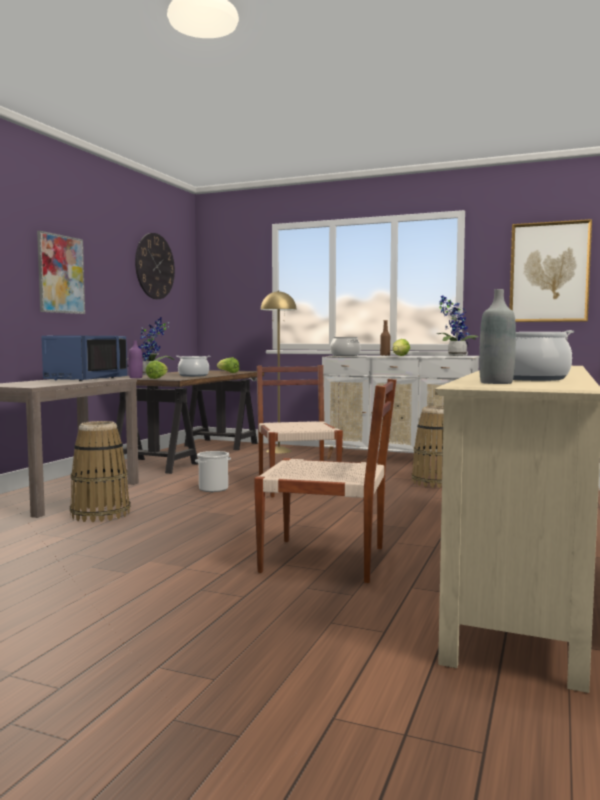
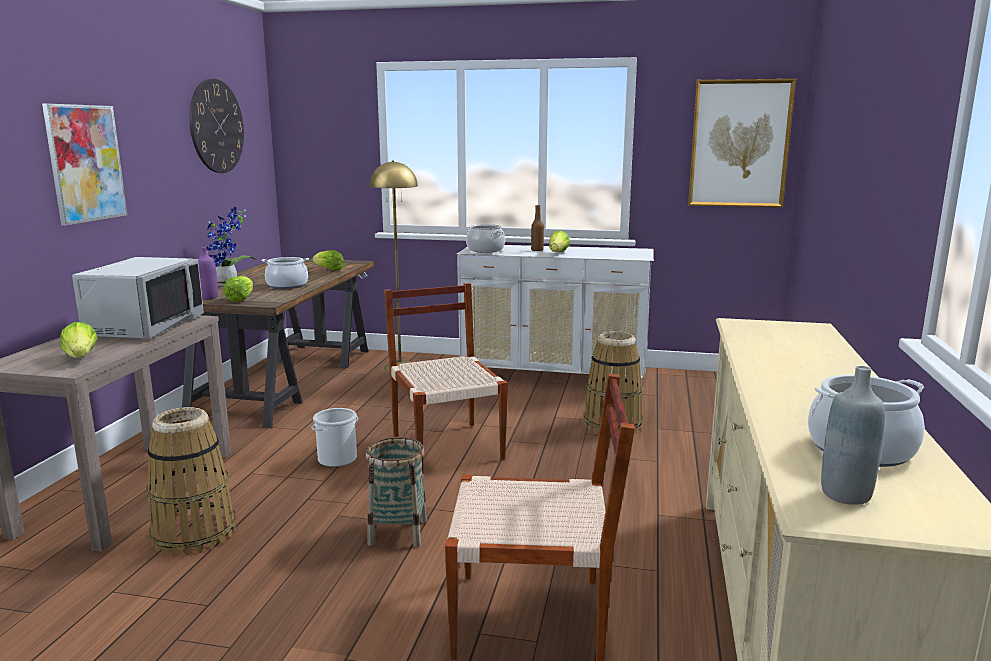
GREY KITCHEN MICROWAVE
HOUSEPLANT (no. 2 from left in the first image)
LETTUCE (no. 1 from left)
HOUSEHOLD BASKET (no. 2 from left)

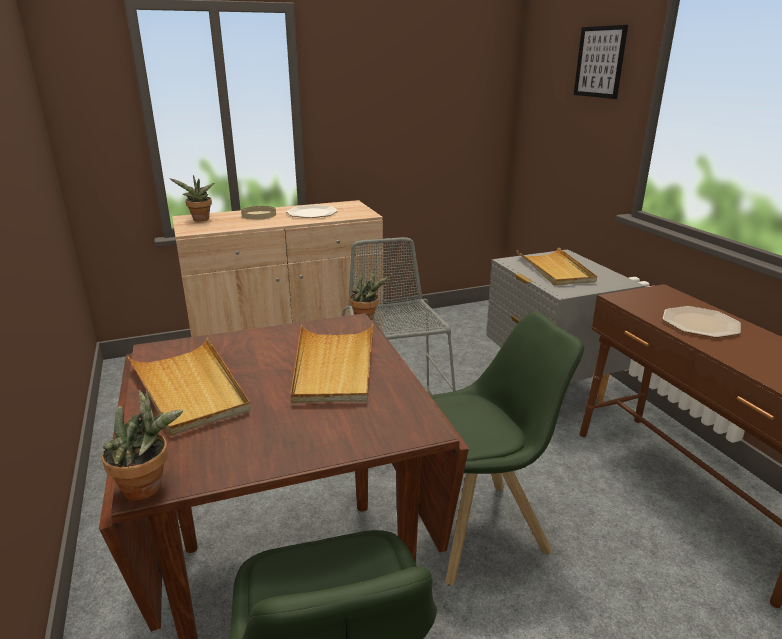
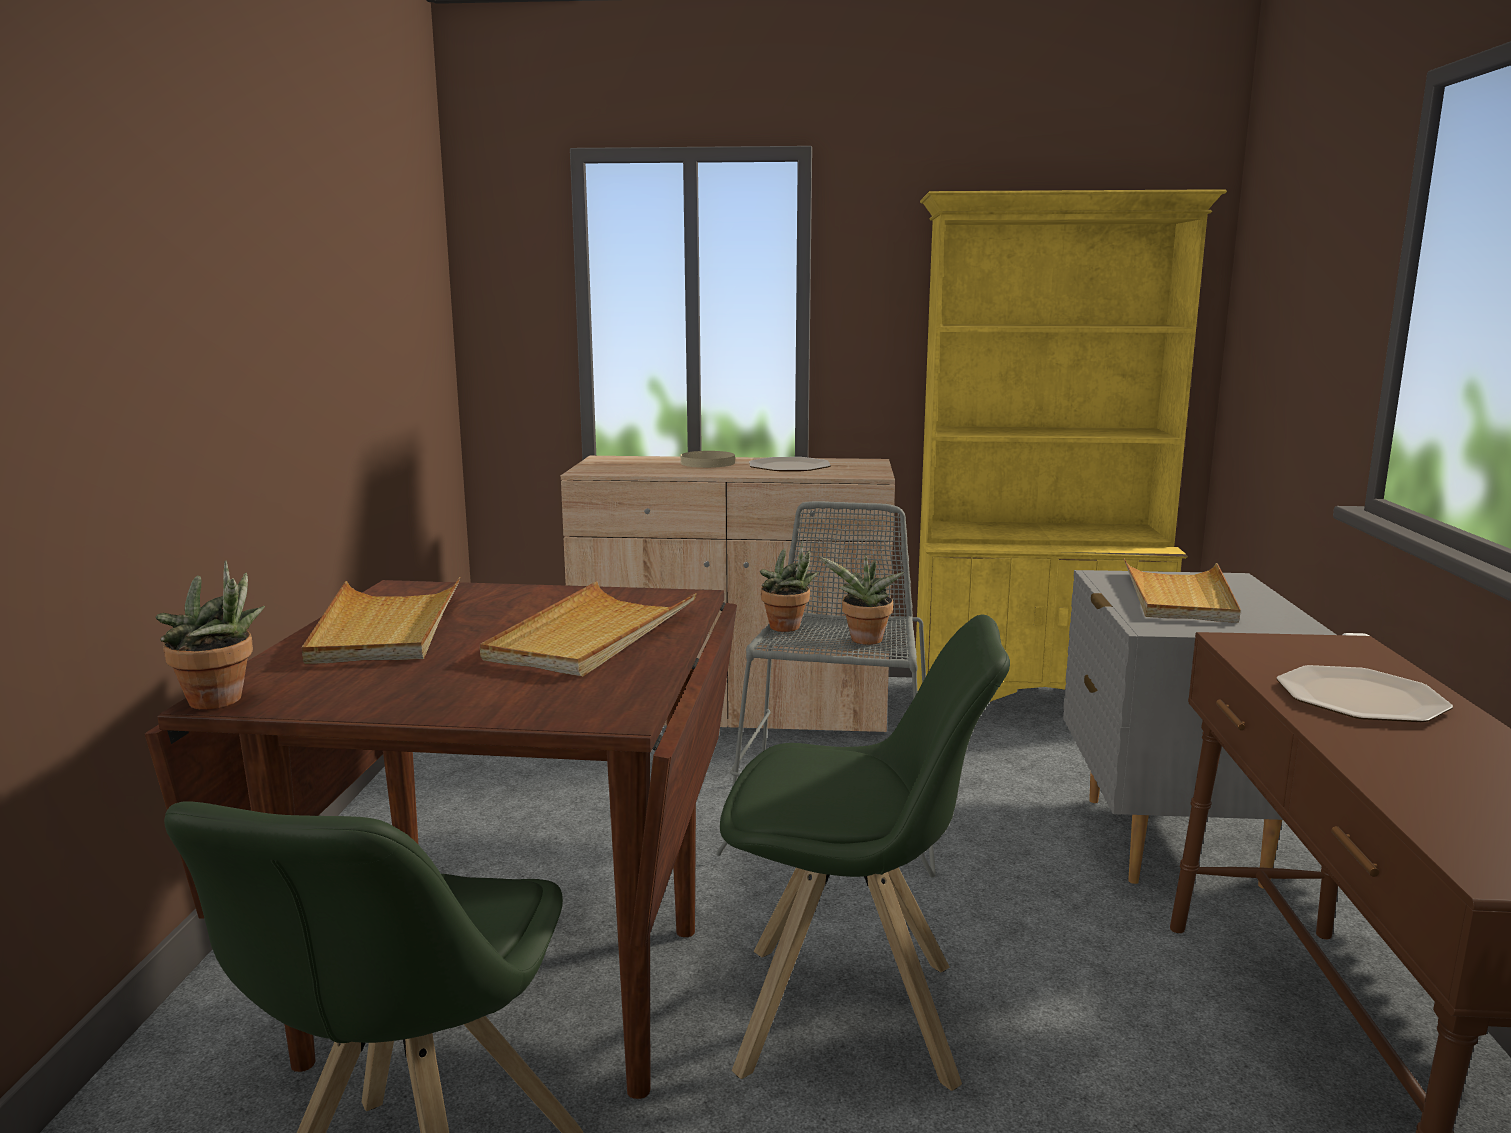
HOUSEPLANT (no. 3 from left)
PICTURE
YELLOW BOOKSHELF

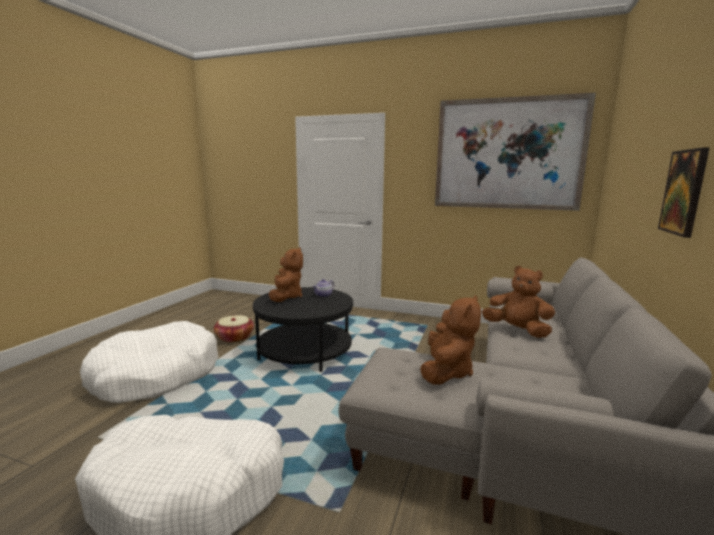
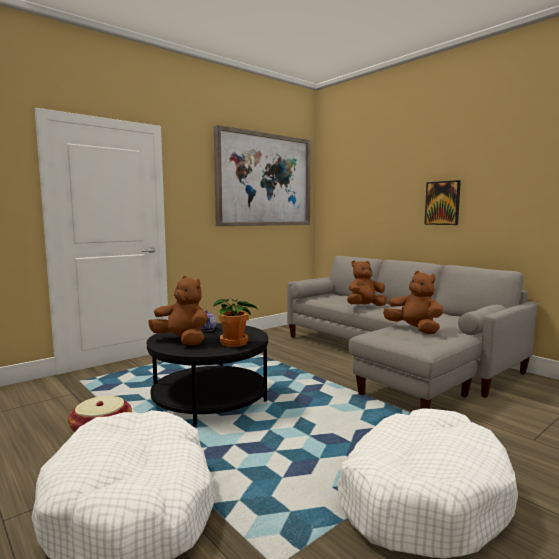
HOUSEPLANT

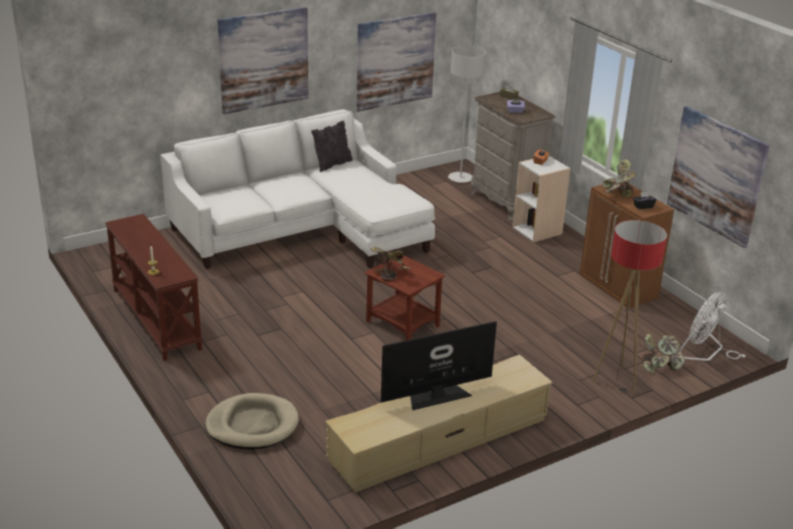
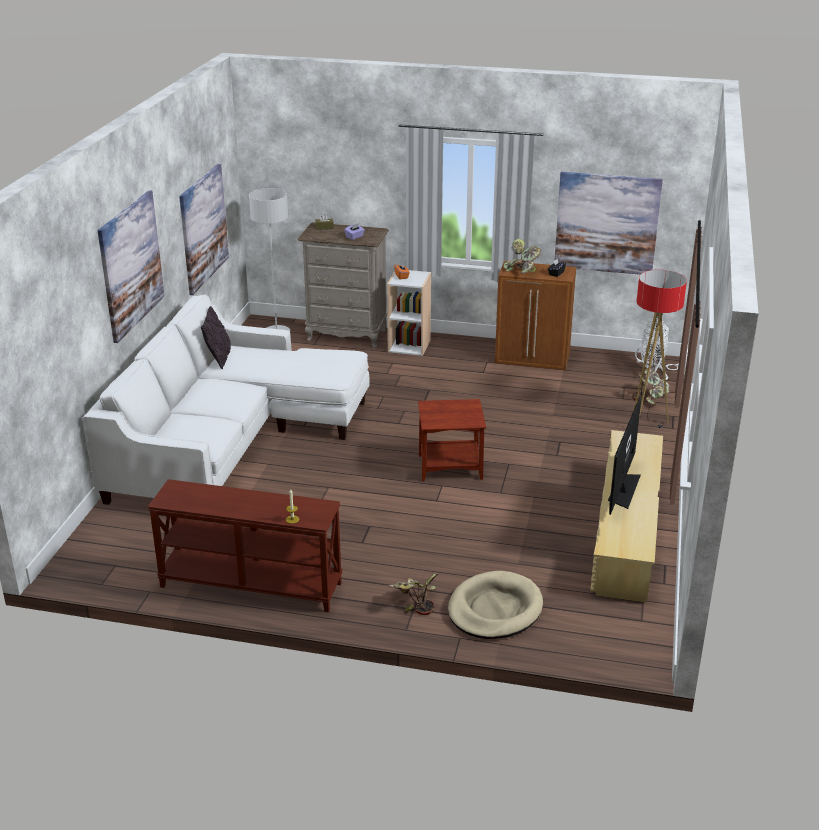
HOUSEPLANT (no. 1 from left)

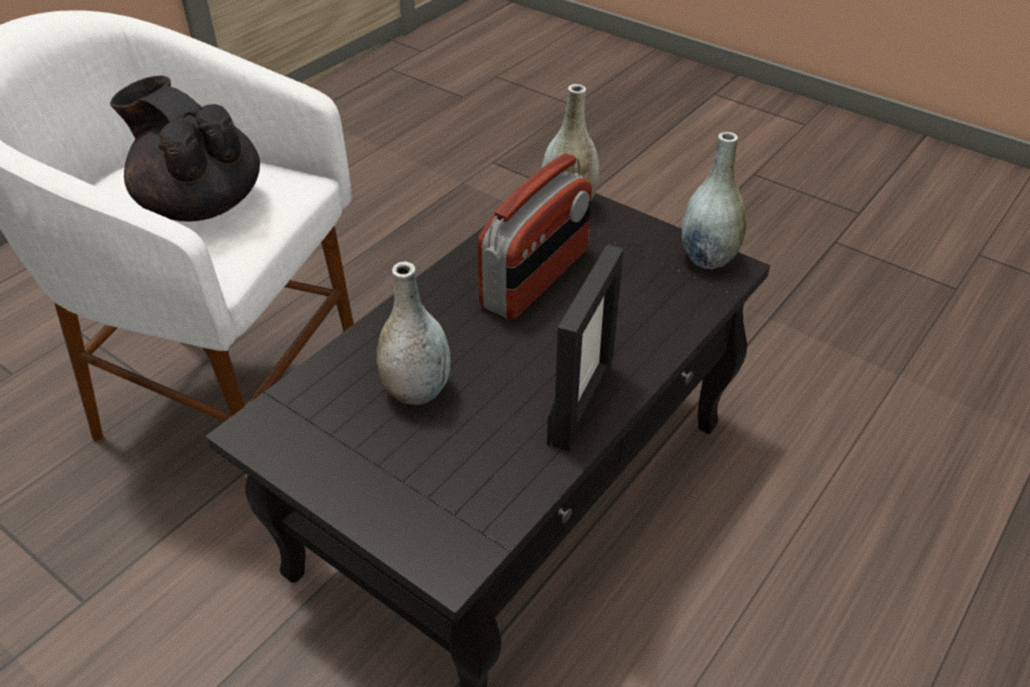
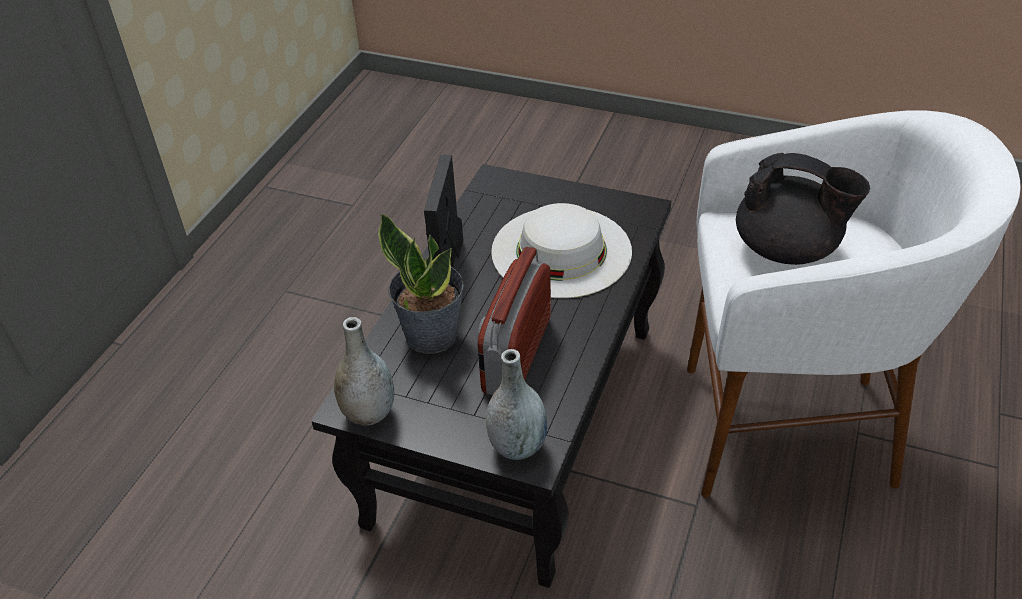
WHITE-COLOURED HAT
HOUSEPLANT

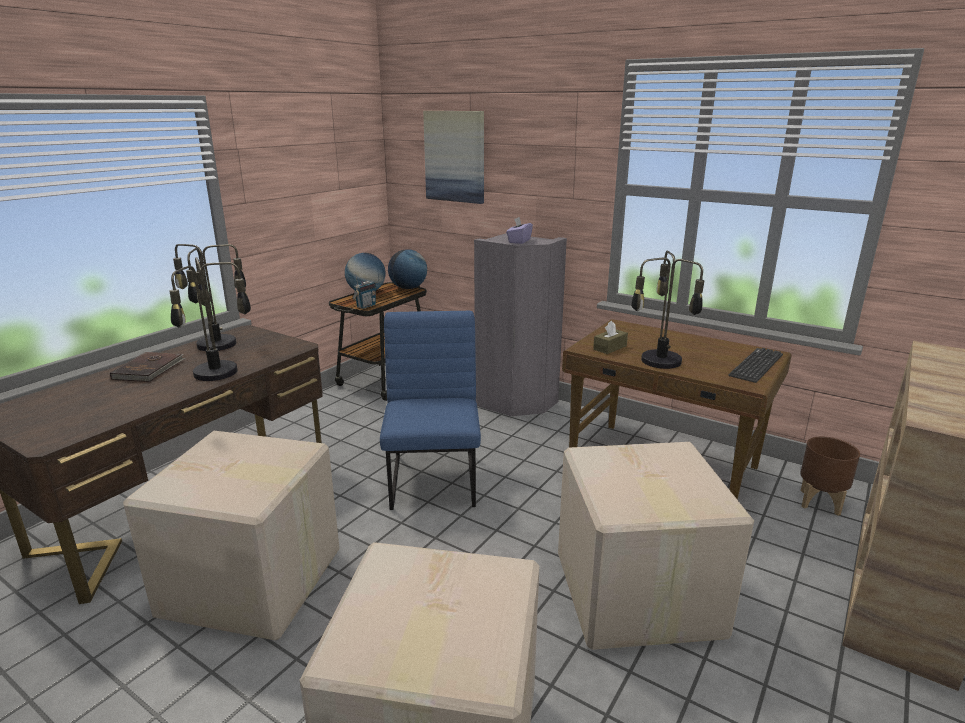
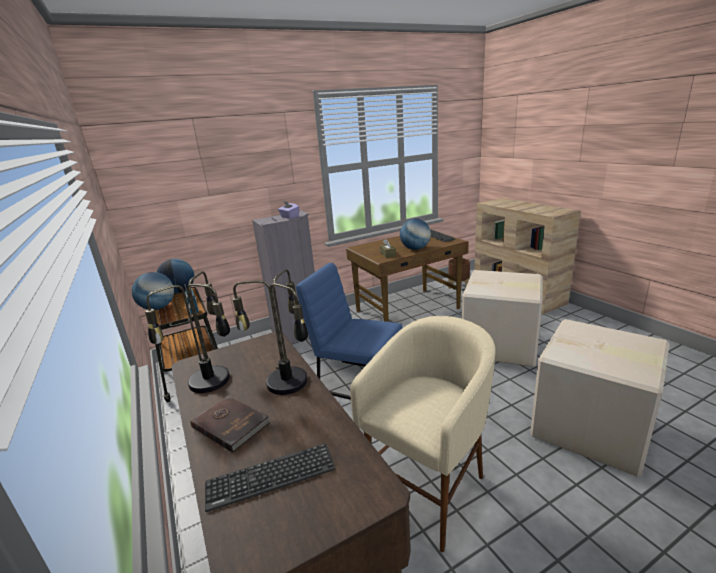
BEIGE-COLOURED STOOL SEAT
PICTURE
GLOBE (no. 3 from left)
KEYBOARD (no. 1 from left)

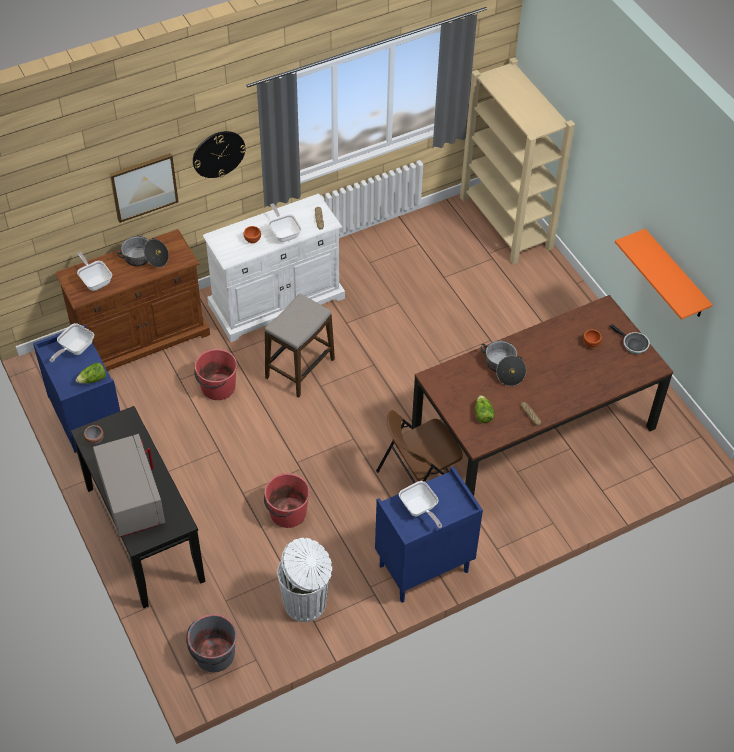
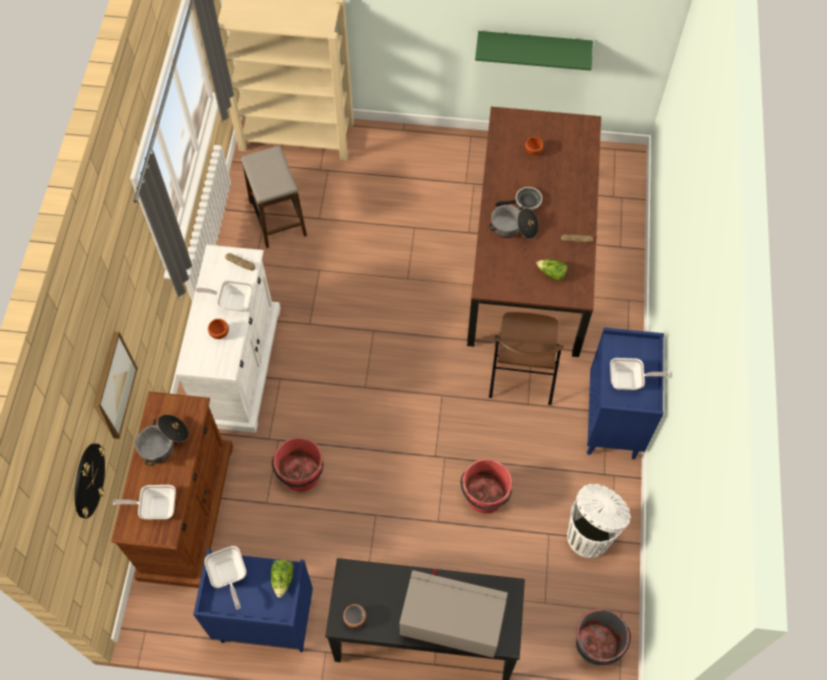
HANGING CLOCK
STOOL SEAT
FRYING PAN (no. 4 from left)
GREEN-COLOURED BRACKET SHELF

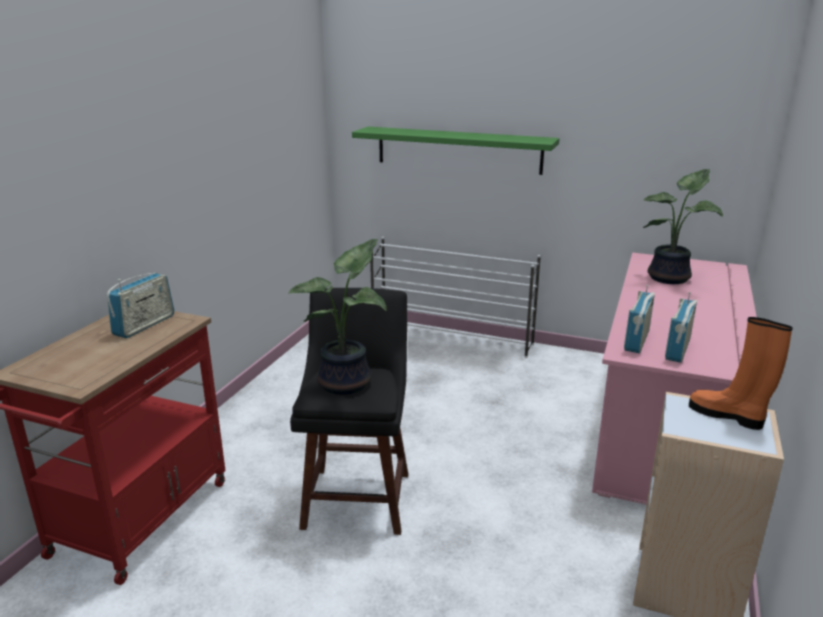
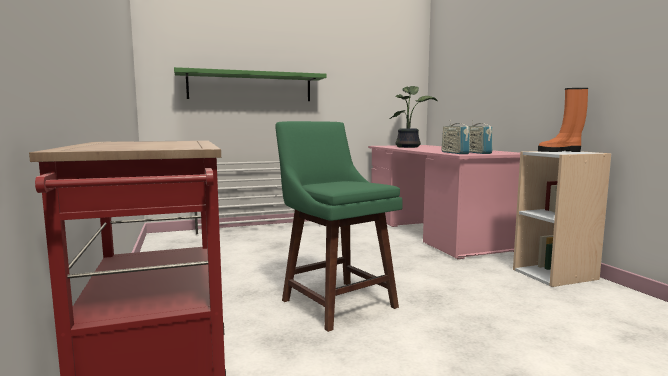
RADIO SET (no. 1 from left in the first image)
HOUSEPLANT (no. 1 from left in the first image)
GREEN-COLOURED STOOL SEAT

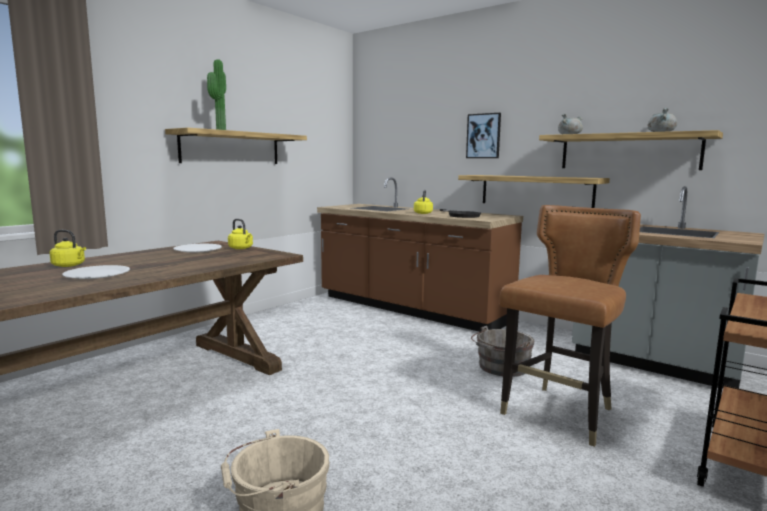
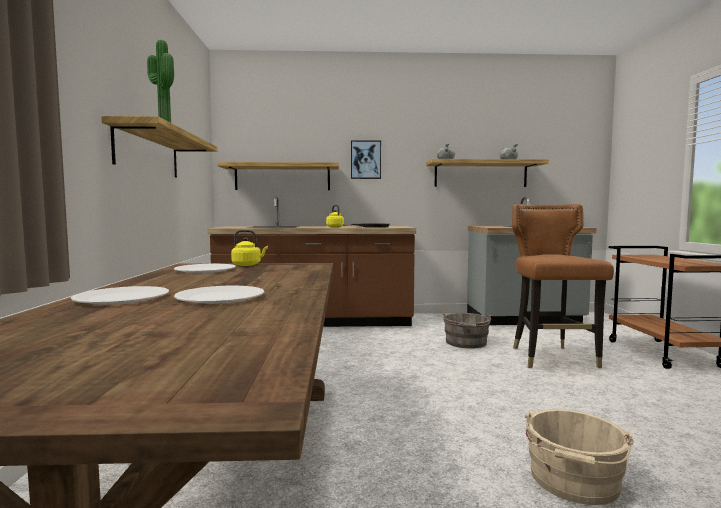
WHITE-COLOURED FLAT DISH (no. 1 from left)
BRACKET SHELF (no. 2 from left)

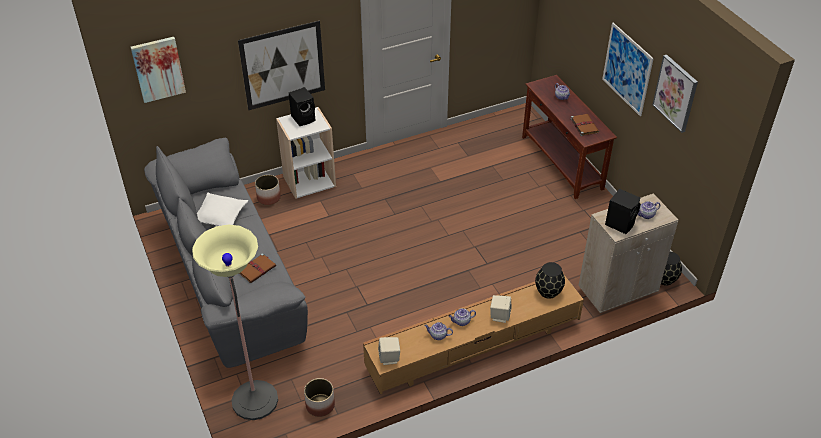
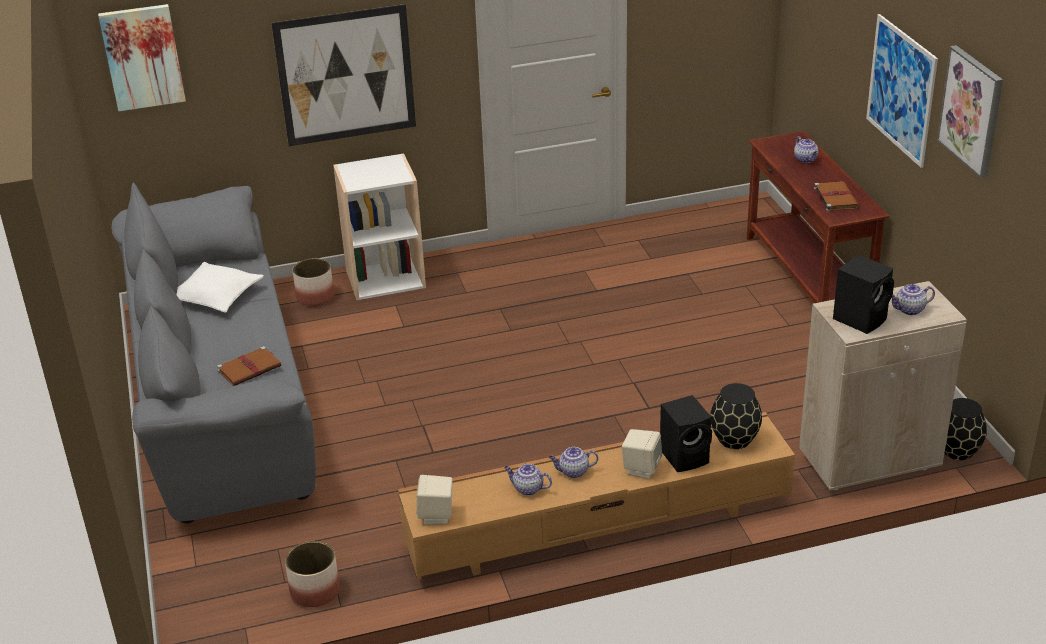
STANDING LAMP
BLACK-COLOURED SPEAKER (no. 1 from left)

